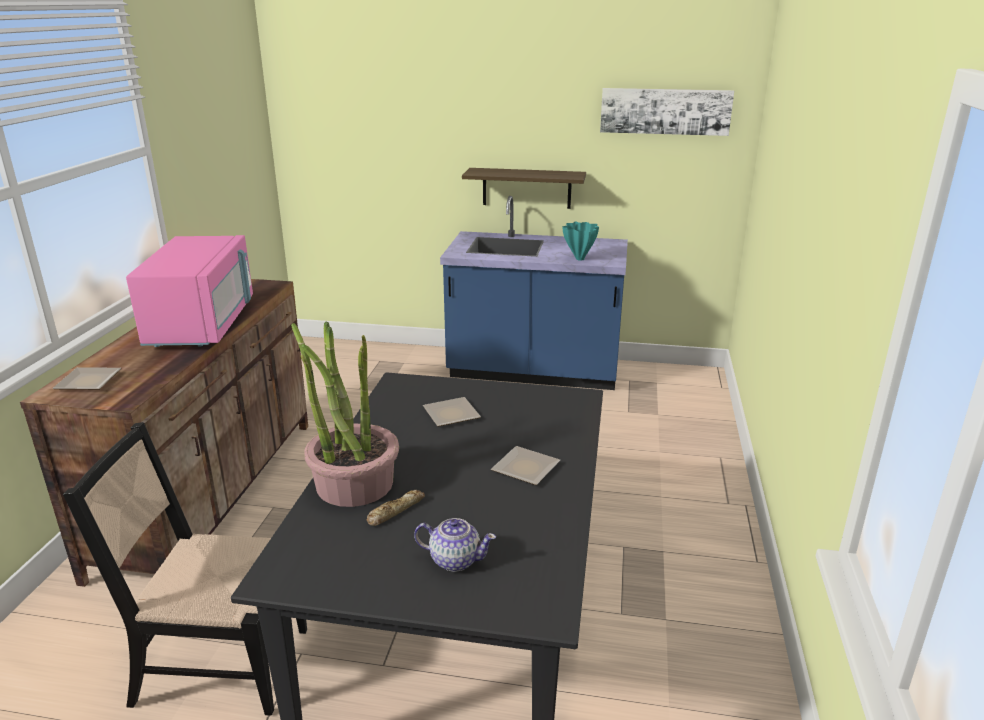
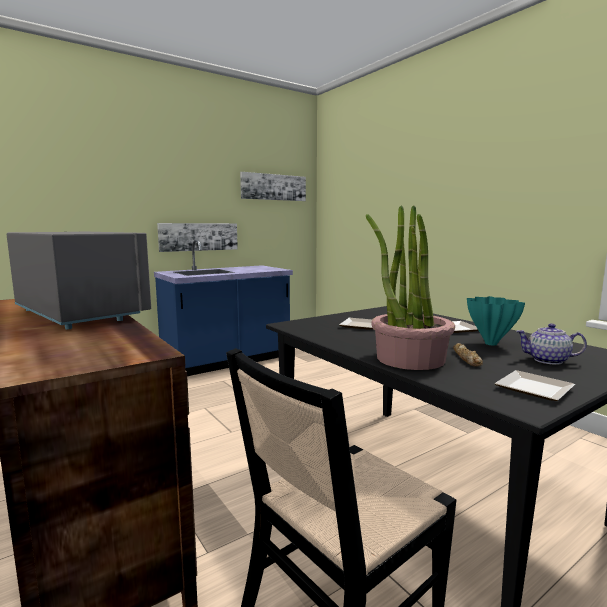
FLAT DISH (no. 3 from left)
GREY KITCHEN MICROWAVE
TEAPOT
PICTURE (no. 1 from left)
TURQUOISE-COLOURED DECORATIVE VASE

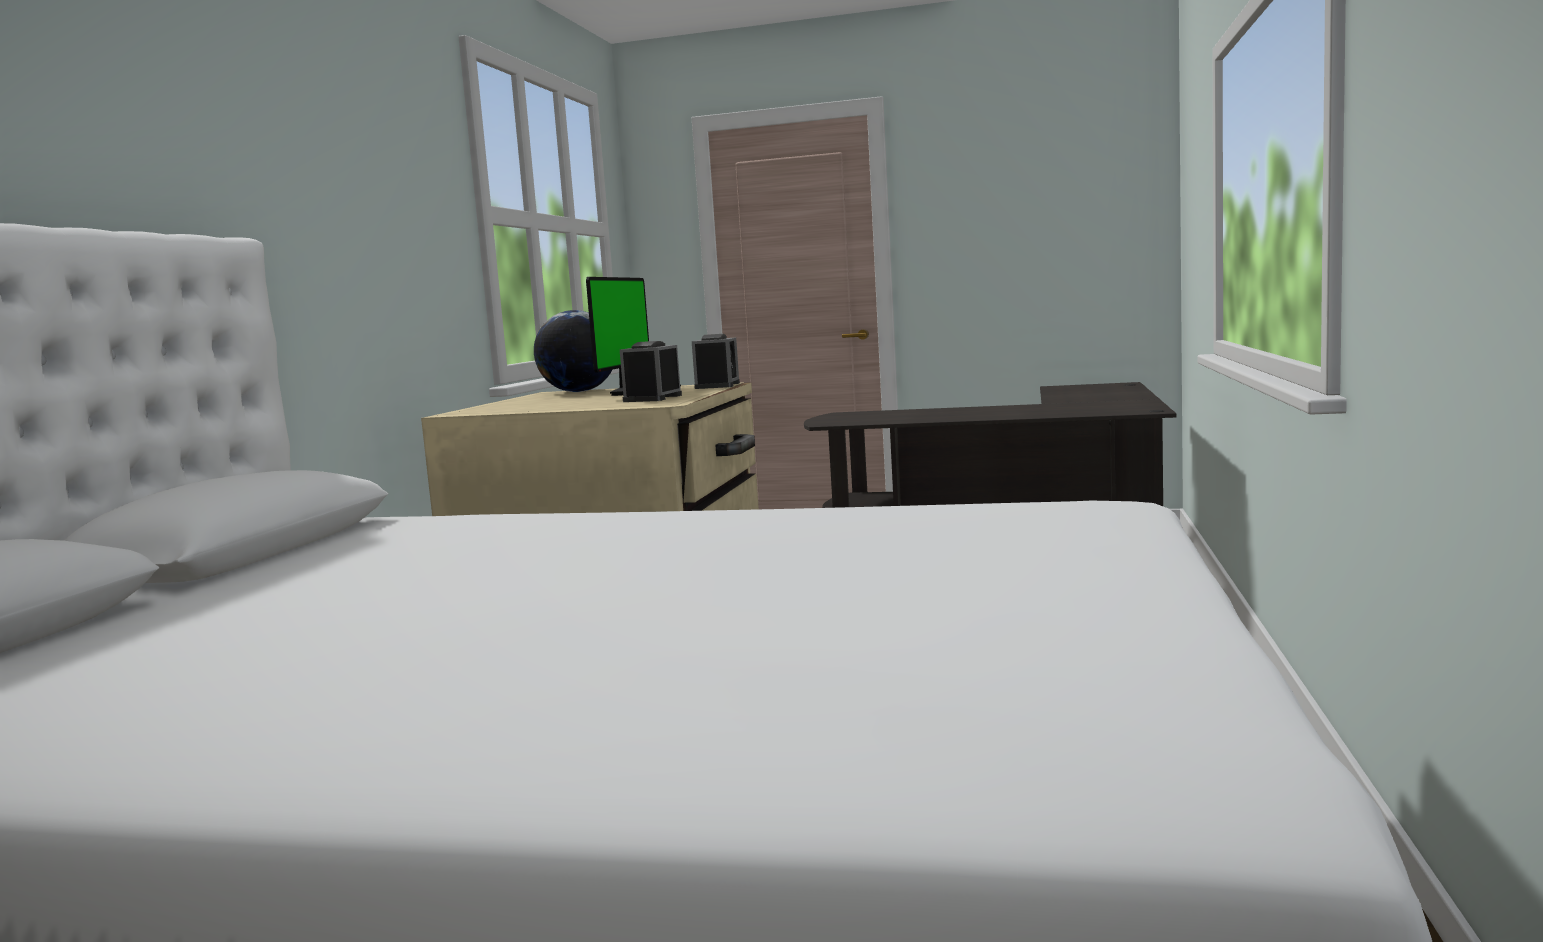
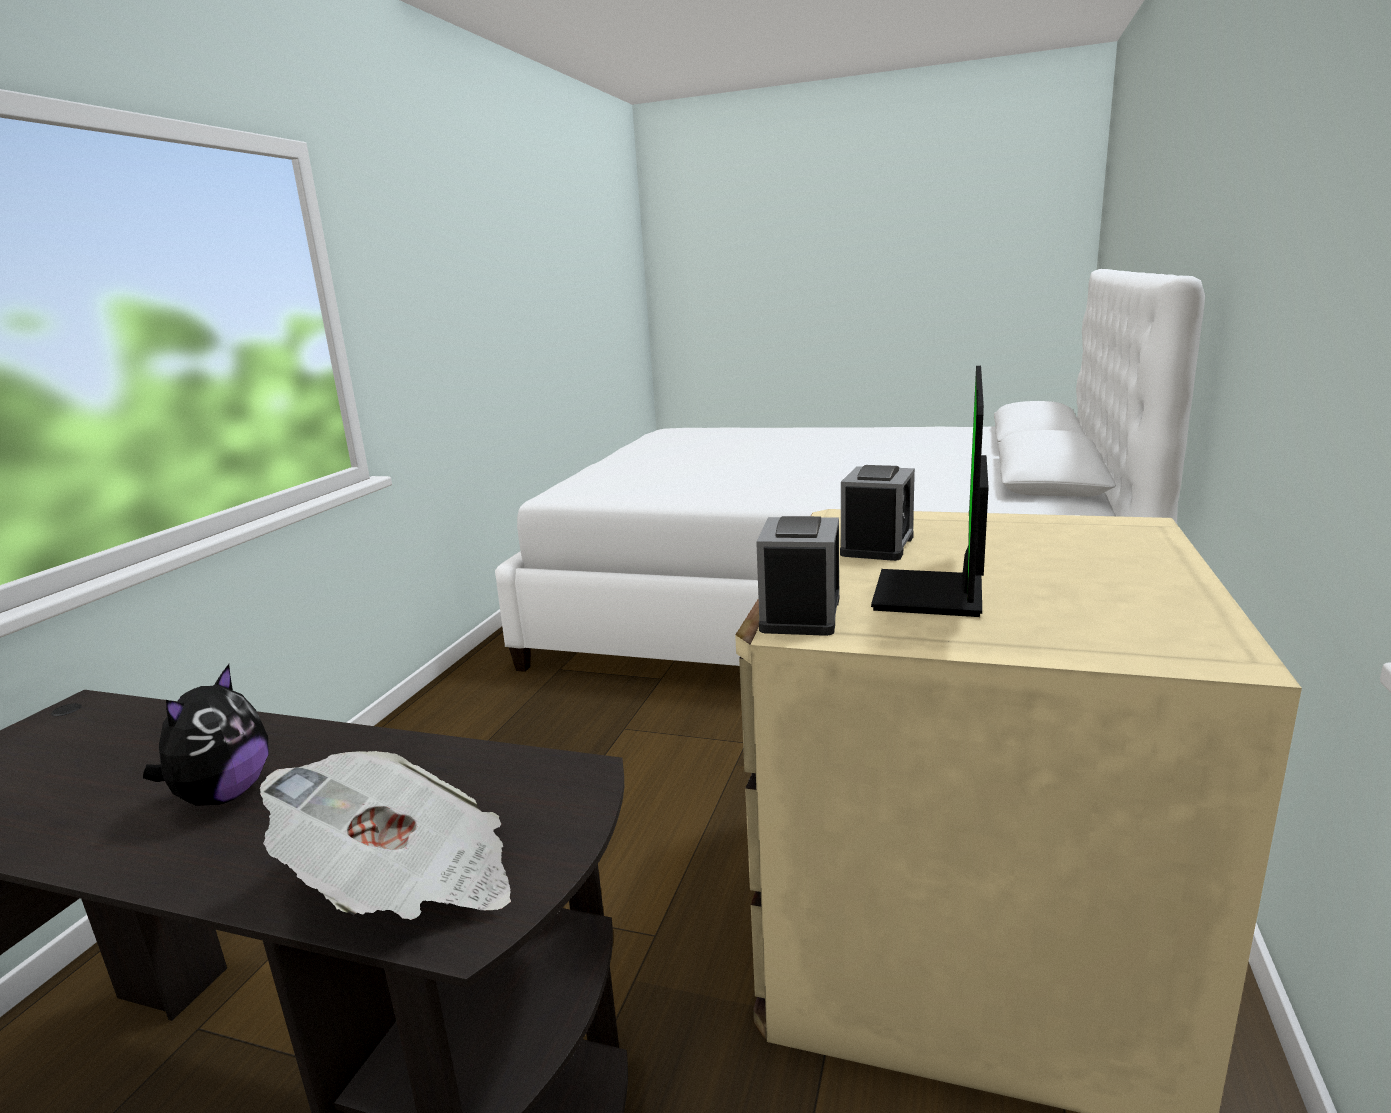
GLOBE
CUDDLY TOY
PRINTED PAPER

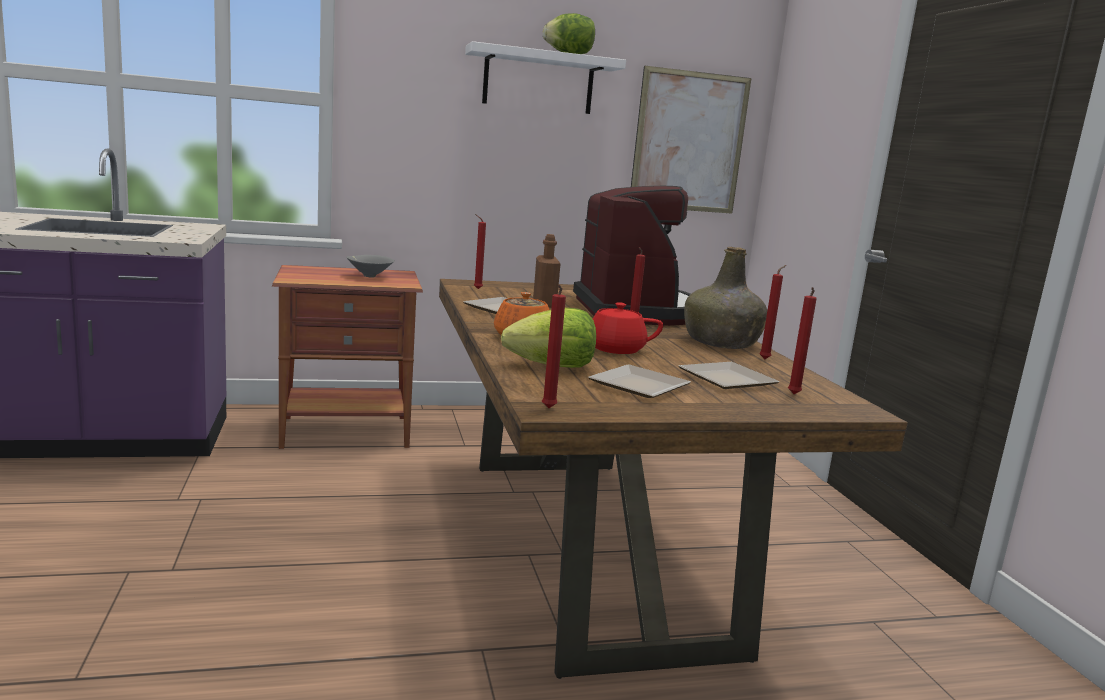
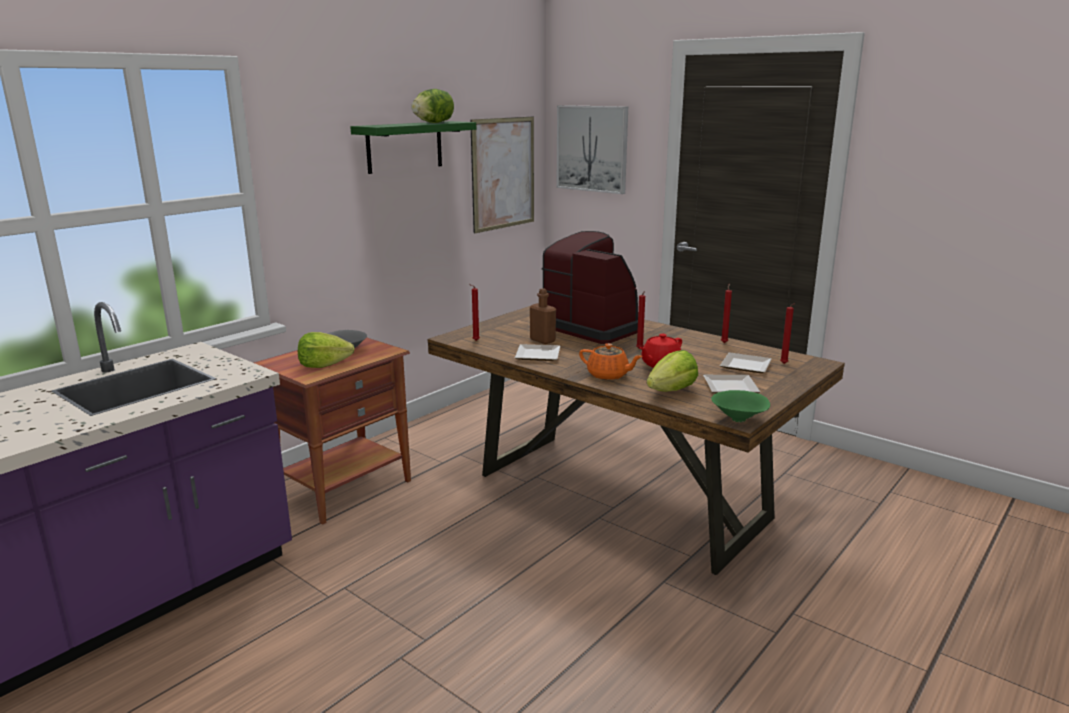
GREEN-COLOURED BRACKET SHELF
GREEN-COLOURED BOWL
GREEN-COLOURED BOTTLE
LETTUCE (no. 1 from left)
PICTURE (no. 2 from left)

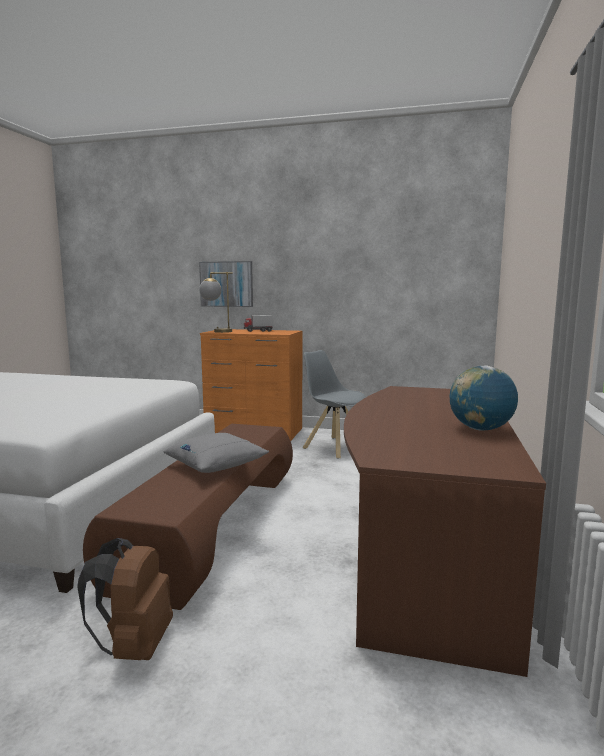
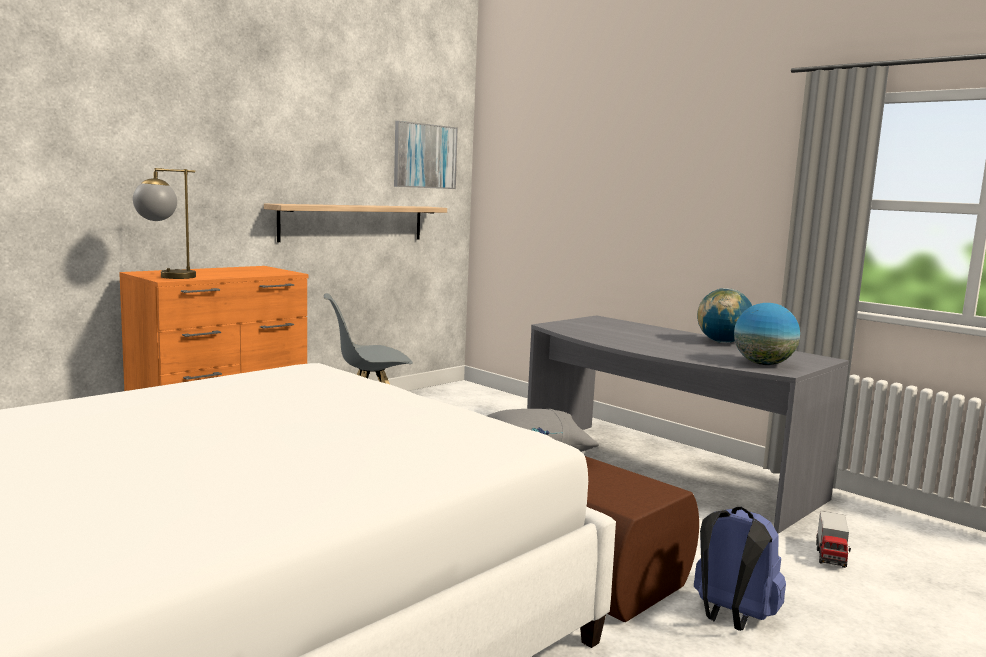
BLUISH RUCKSACK
PICTURE
MODEL TRUCK
GREY DESK
BRACKET SHELF
GLOBE (no. 2 from left)

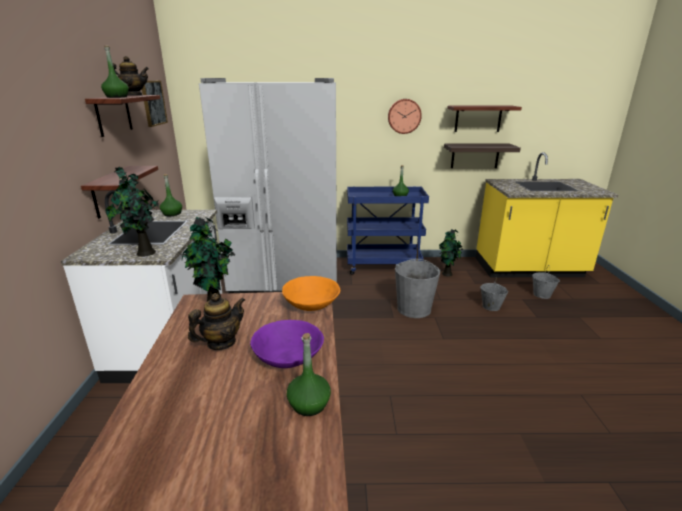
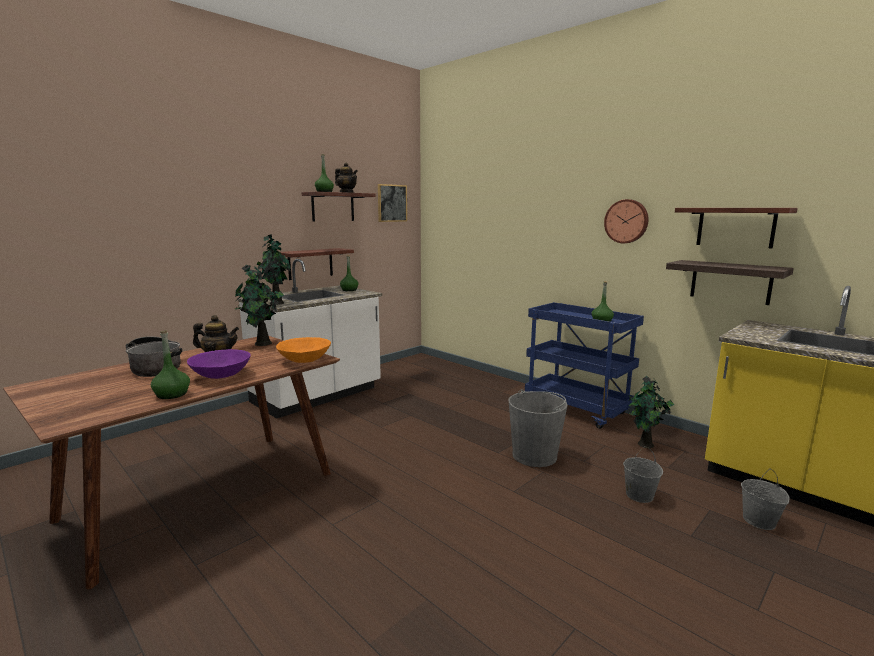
WHITE-COLOURED FRIDGE
SAUCEPOT

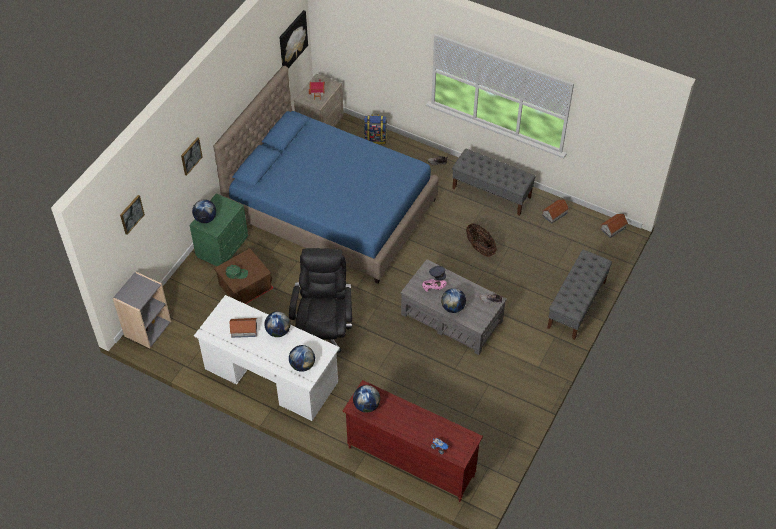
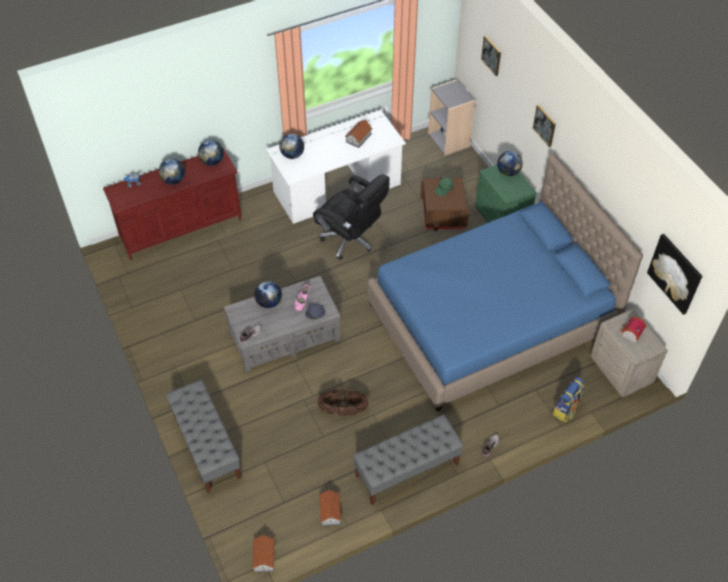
GLOBE (no. 1 from left)

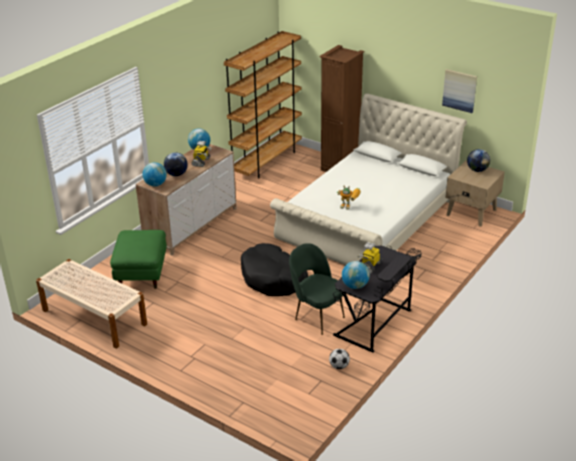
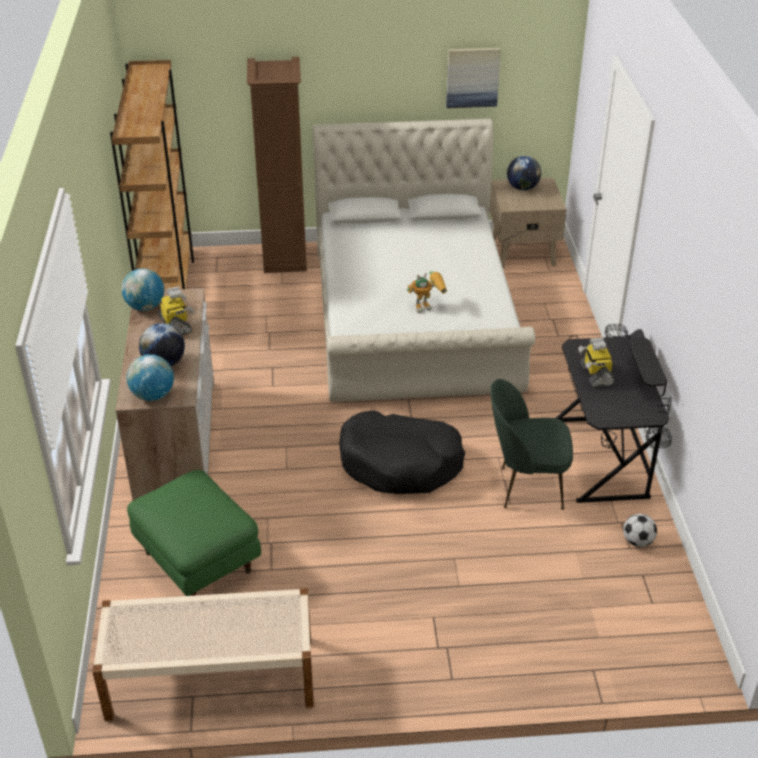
GLOBE (no. 4 from left in the first image)

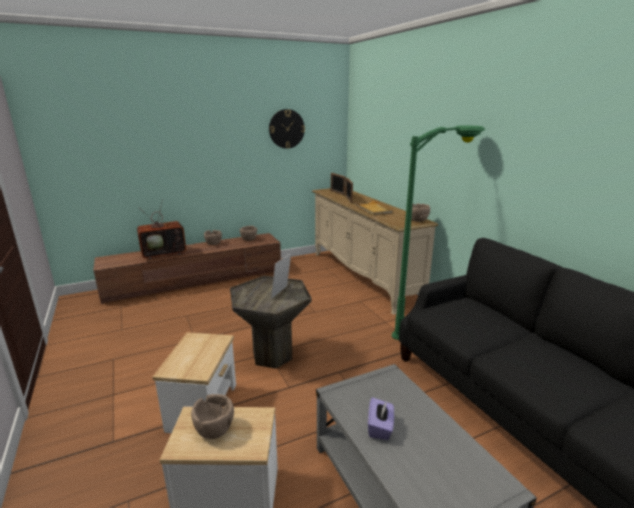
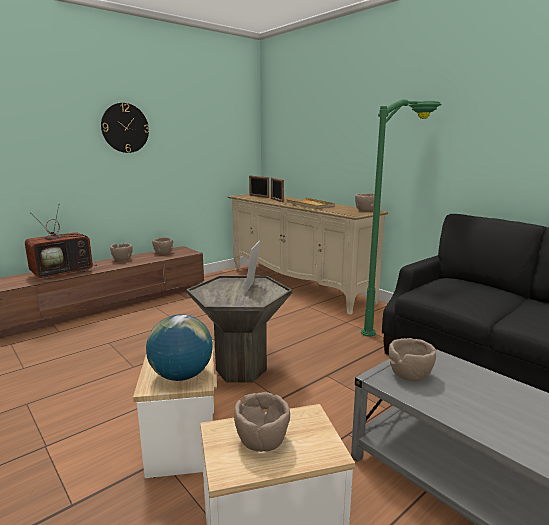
HANGING CLOCK
PURPLE-COLOURED TISSUE BOX
GLOBE
BROWNISH BOWL (no. 5 from left)

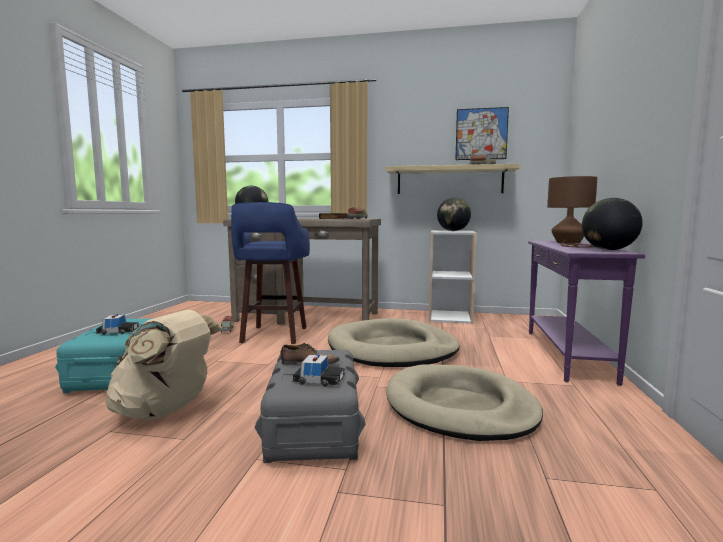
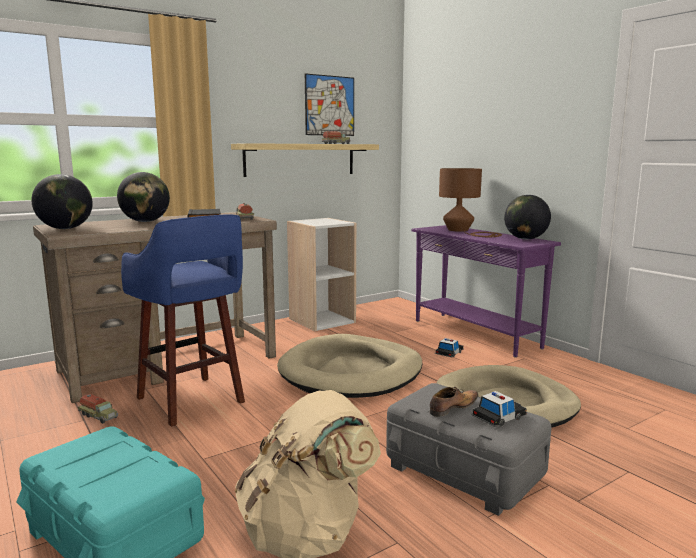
MINIATURE CAR (no. 1 from left)
GLOBE (no. 2 from left)

